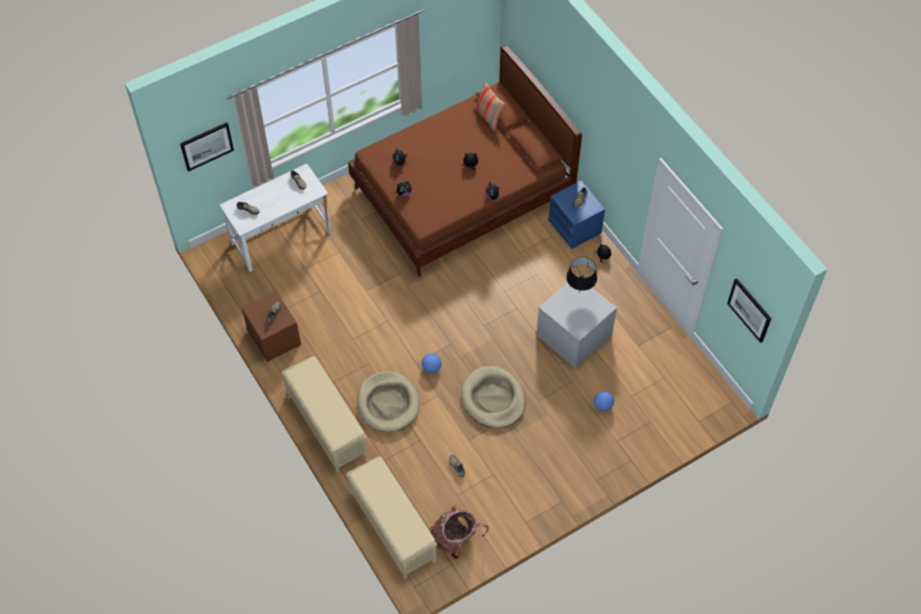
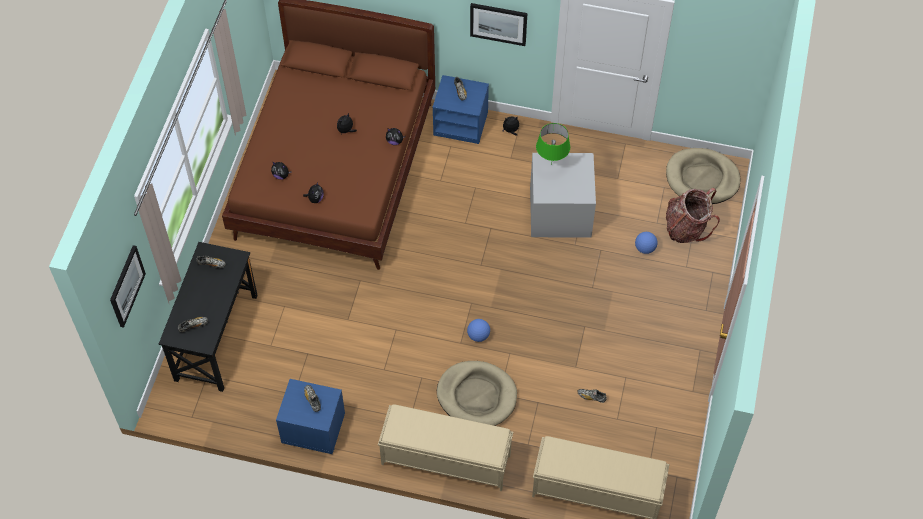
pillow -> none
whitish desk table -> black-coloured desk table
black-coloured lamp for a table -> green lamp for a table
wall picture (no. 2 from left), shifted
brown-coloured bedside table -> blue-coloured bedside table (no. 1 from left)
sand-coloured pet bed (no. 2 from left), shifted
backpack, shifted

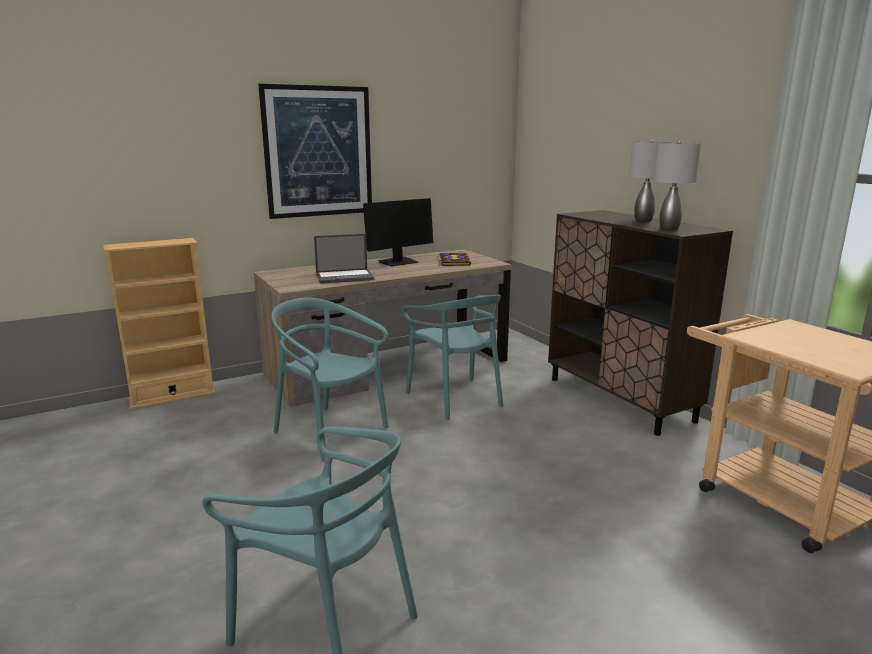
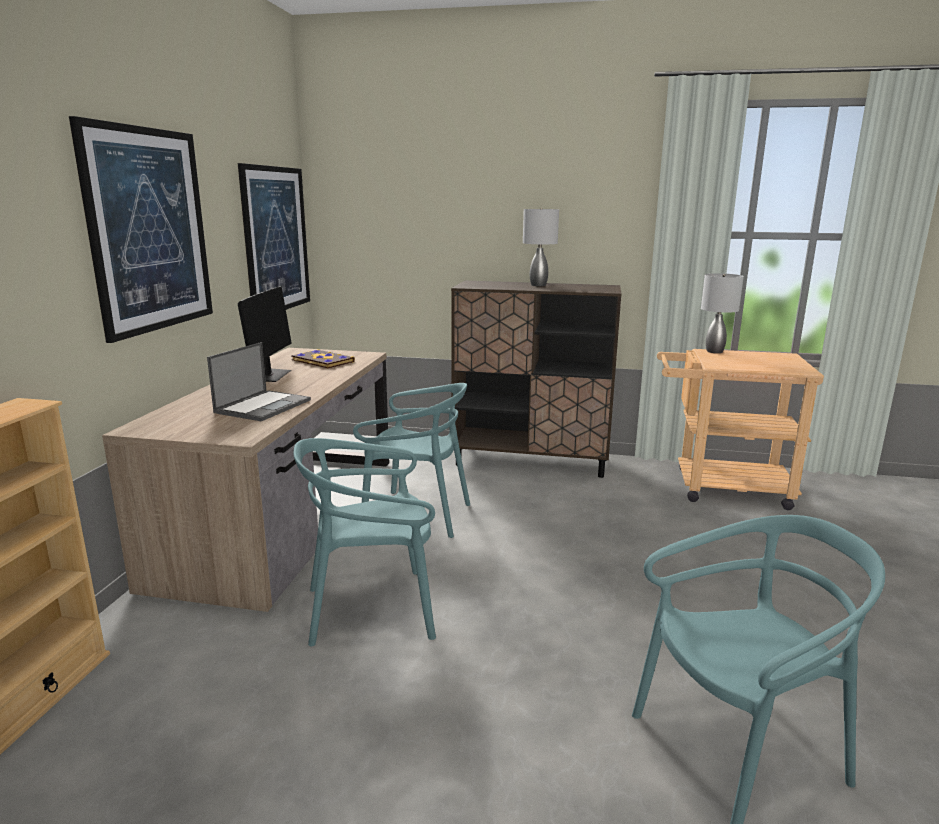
gray lamp for a table (no. 2 from left), shifted
none -> wall picture (no. 2 from left)

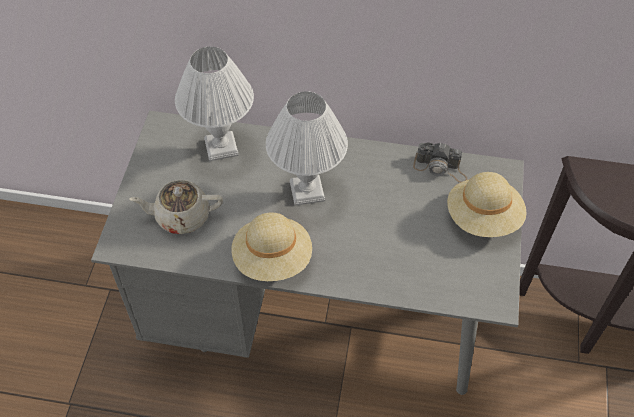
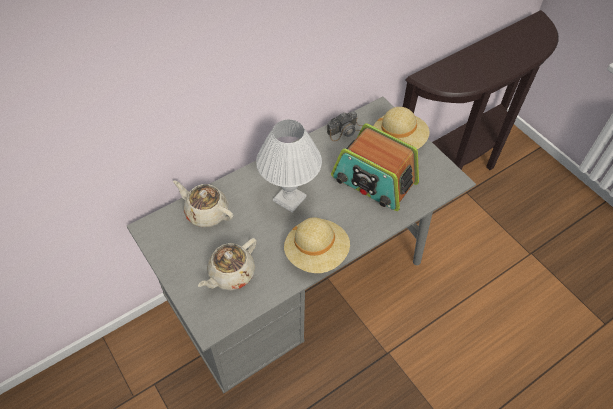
whitish lamp for a table (no. 1 from left) -> sand-coloured tea pot (no. 1 from left)
none -> radio set

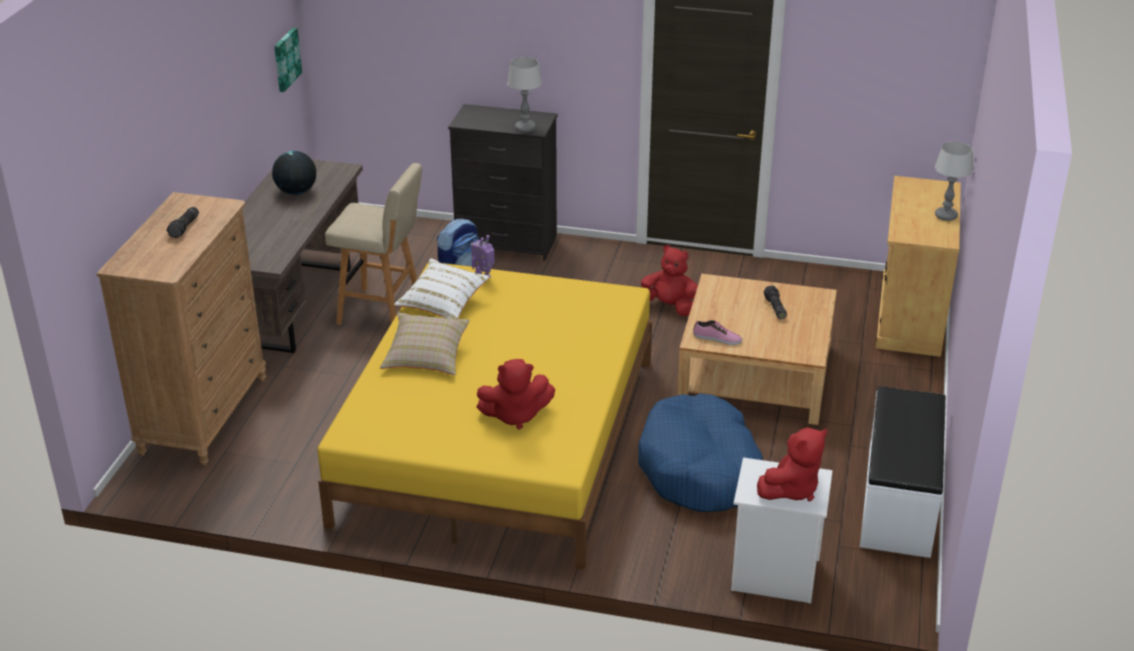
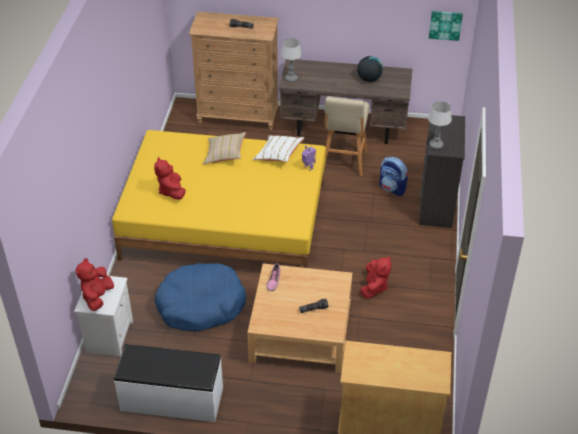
lamp for a table (no. 2 from left in the first image) -> lamp for a table (no. 1 from left), shifted
red-coloured cuddly toy (no. 3 from left in the first image) -> red-coloured cuddly toy (no. 1 from left), 60 degrees clockwise

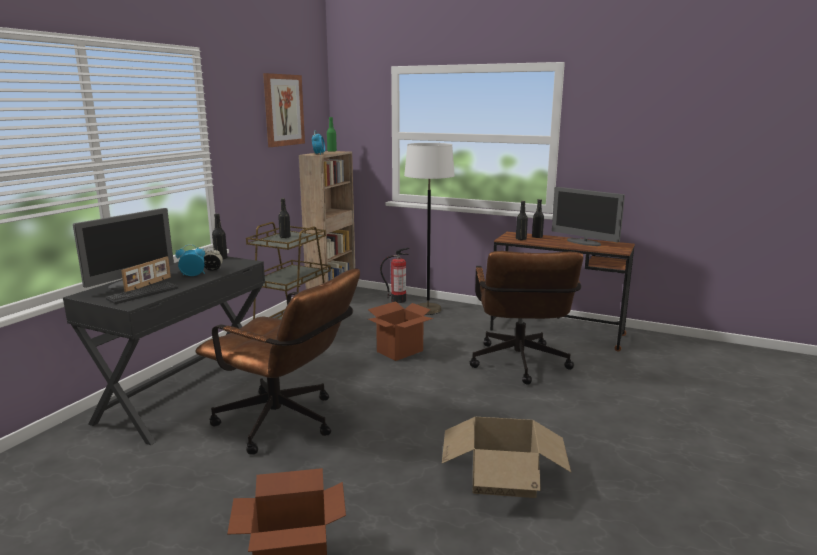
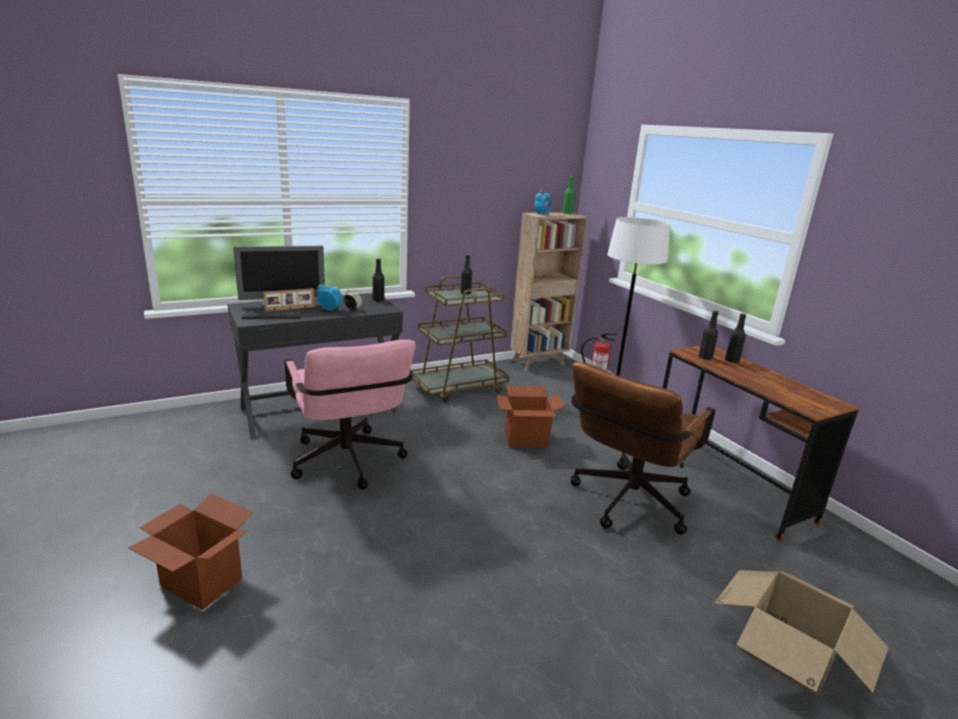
wall picture -> none
computer display (no. 2 from left) -> none
brown-coloured office chair (no. 1 from left) -> pink office chair
packing box (no. 3 from left), shifted

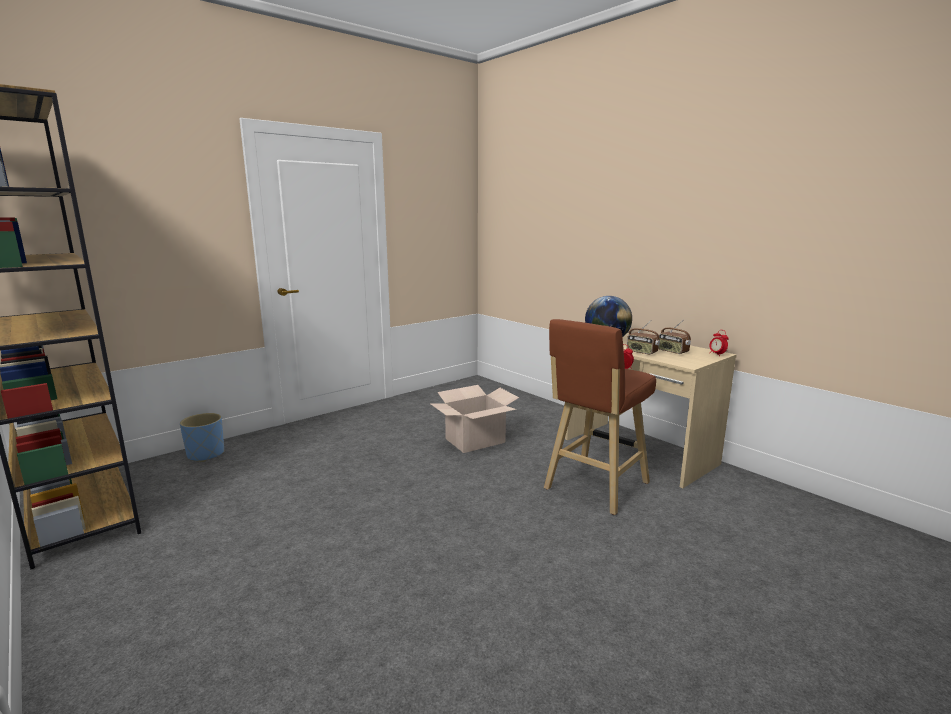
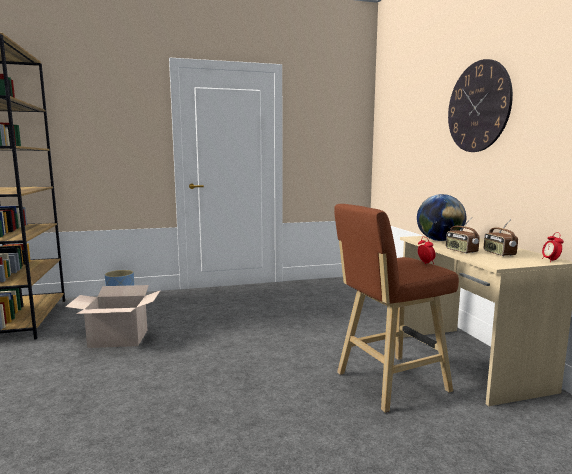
packing box, shifted
none -> hanging clock

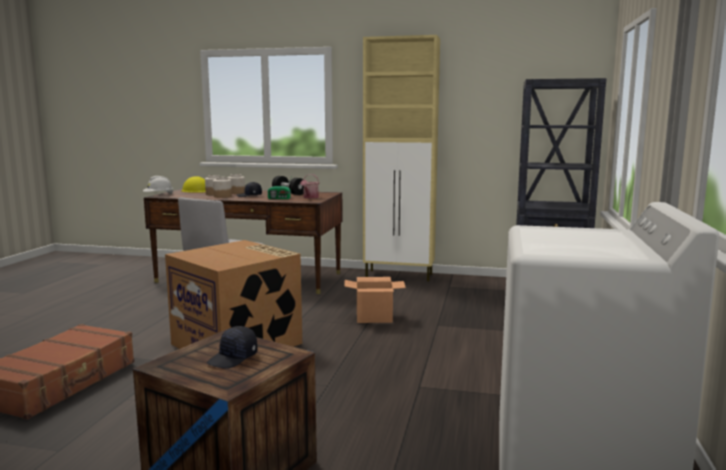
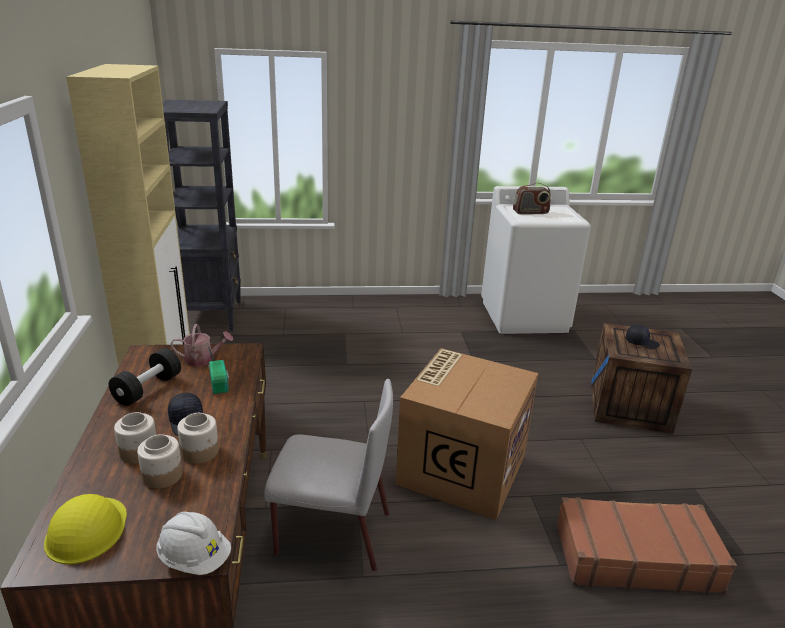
packing box (no. 2 from left) -> none
none -> radio set (no. 2 from left)

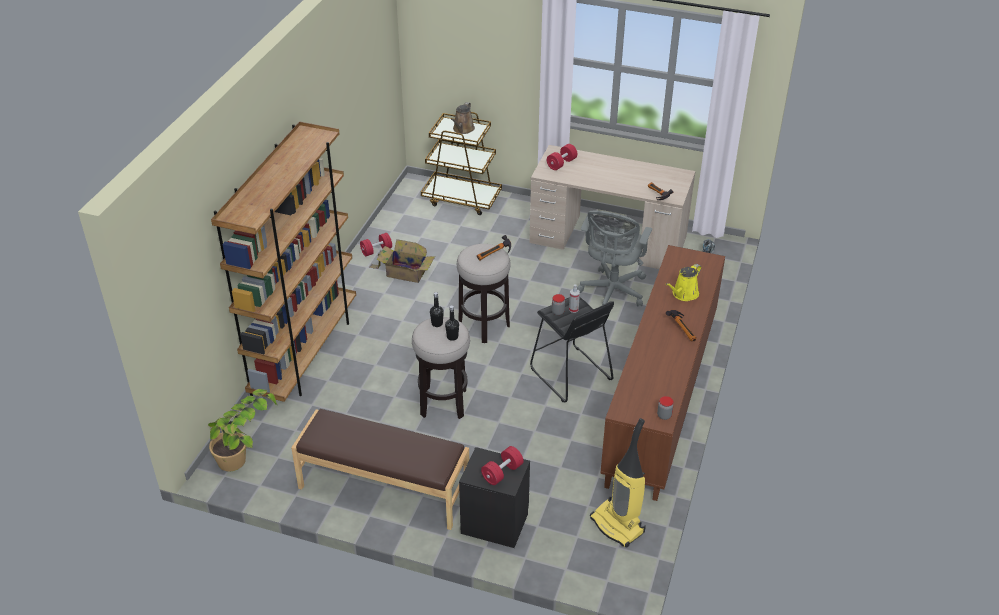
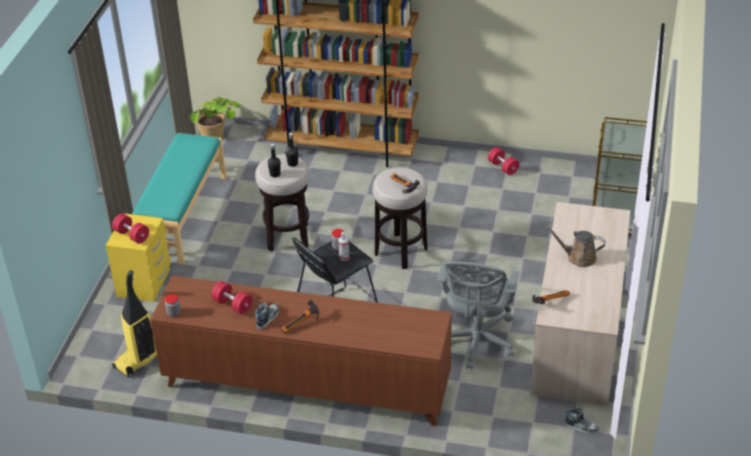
brown-coloured watering can, shifted
red-coloured hand weight (no. 3 from left in the first image) -> red-coloured hand weight (no. 2 from left), shifted
gray office chair, 90 degrees counterclockwise
packing box -> none
yellow-coloured watering can -> none
brown-coloured indoor bench -> blue-green indoor bench
black-coloured bedside table -> yellow-coloured bedside table
none -> low shoe (no. 1 from left)

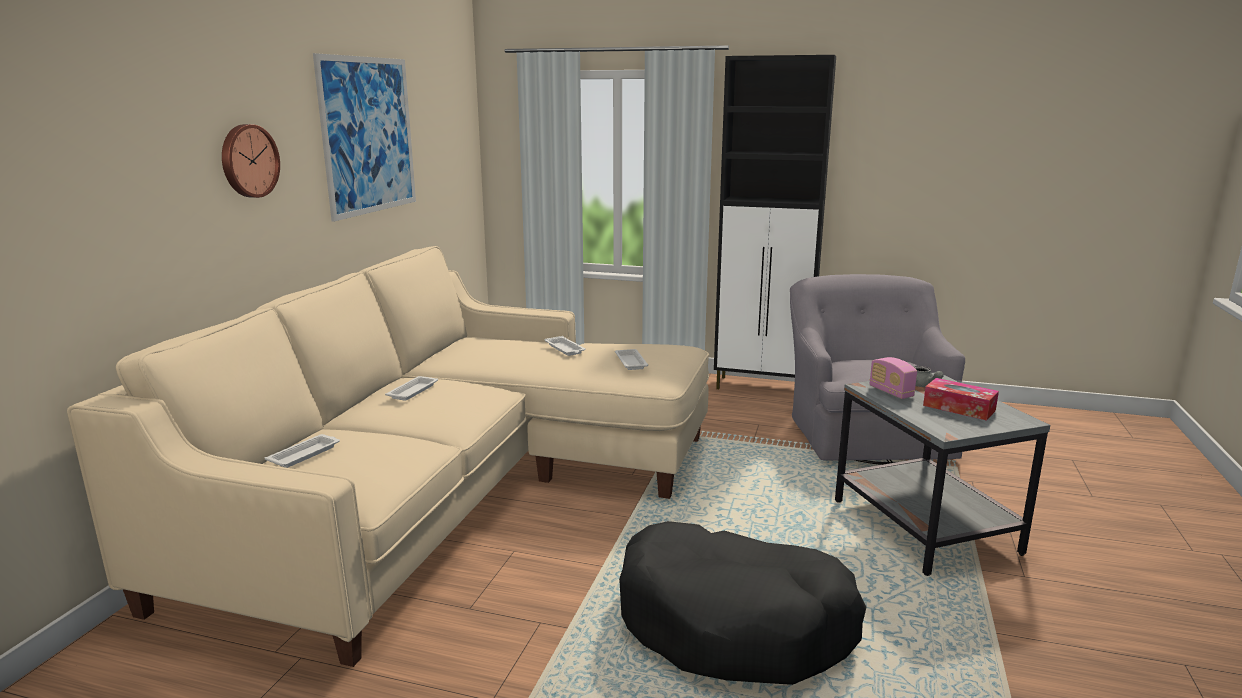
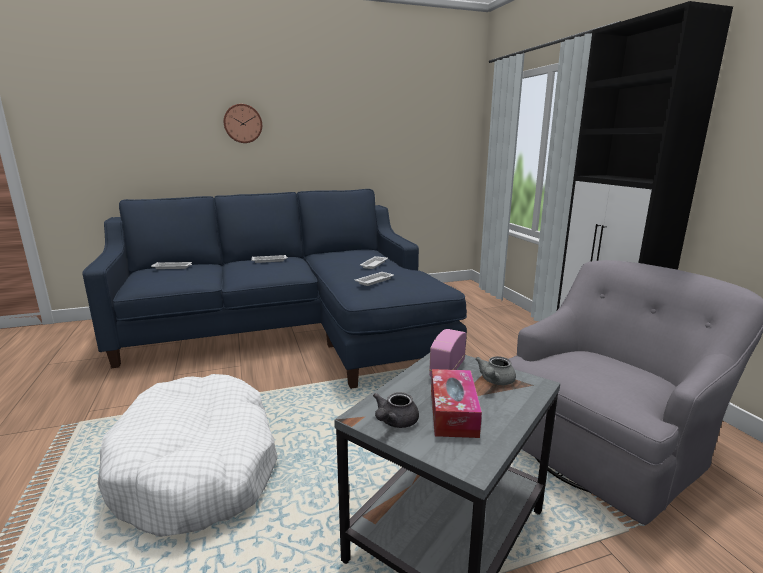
wall picture -> none
sand-coloured sofa -> blue-coloured sofa
black-coloured pet bed -> whitish pet bed
none -> gray tea pot (no. 1 from left)

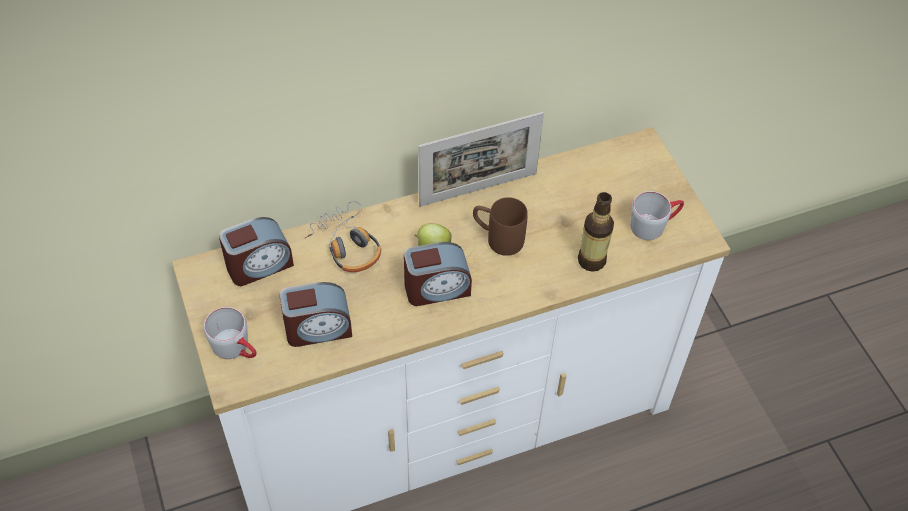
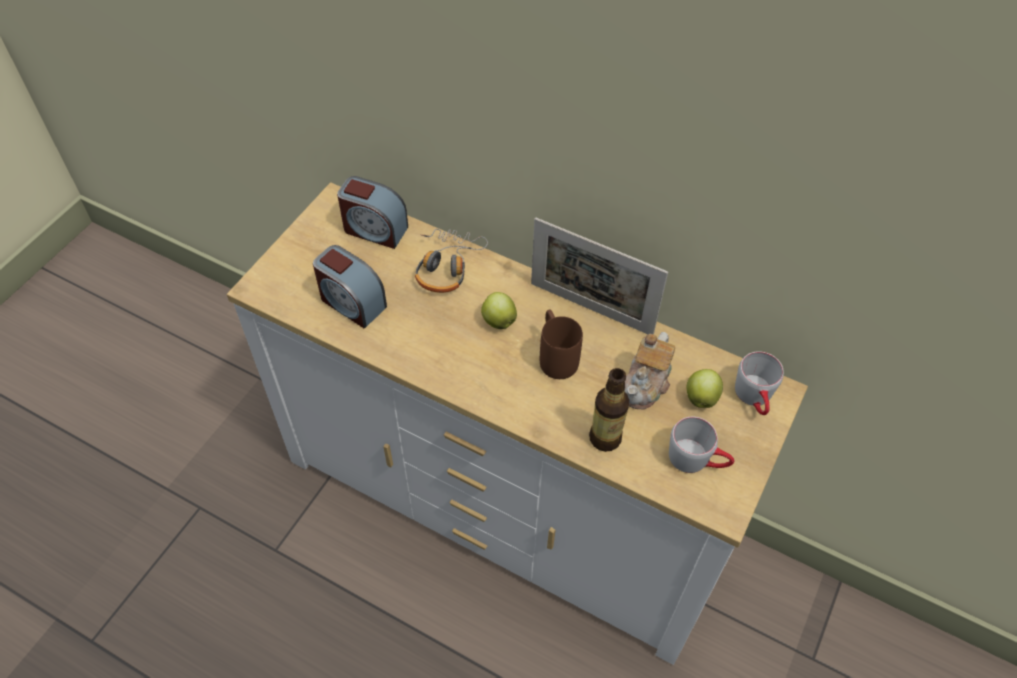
alarm clock (no. 3 from left) -> none
gray tea mug (no. 1 from left in the first image) -> gray tea mug (no. 2 from left), shifted
none -> tea pot
none -> whole apple (no. 2 from left)

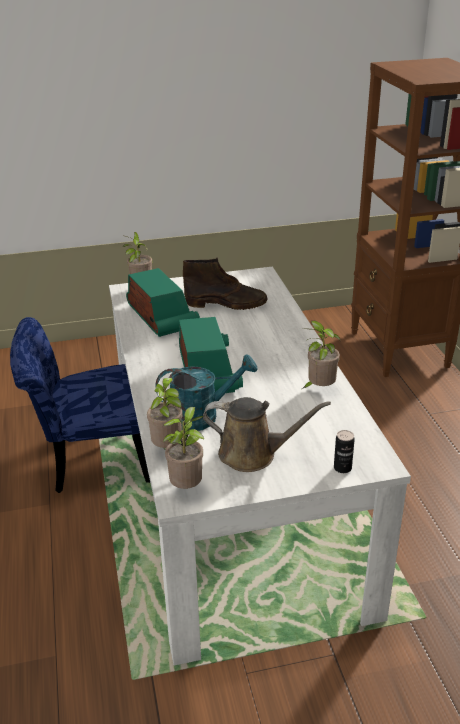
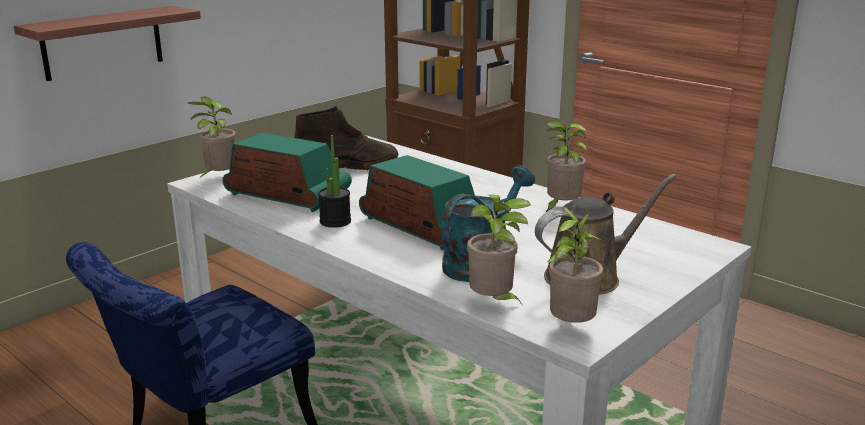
metal can -> none
none -> wall shelf
none -> plant in a pot (no. 2 from left)

